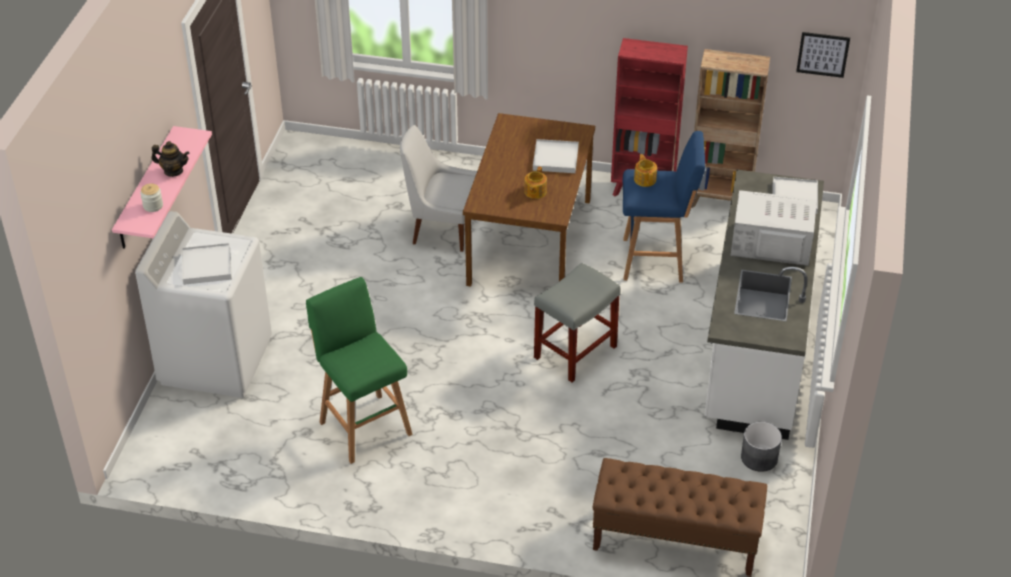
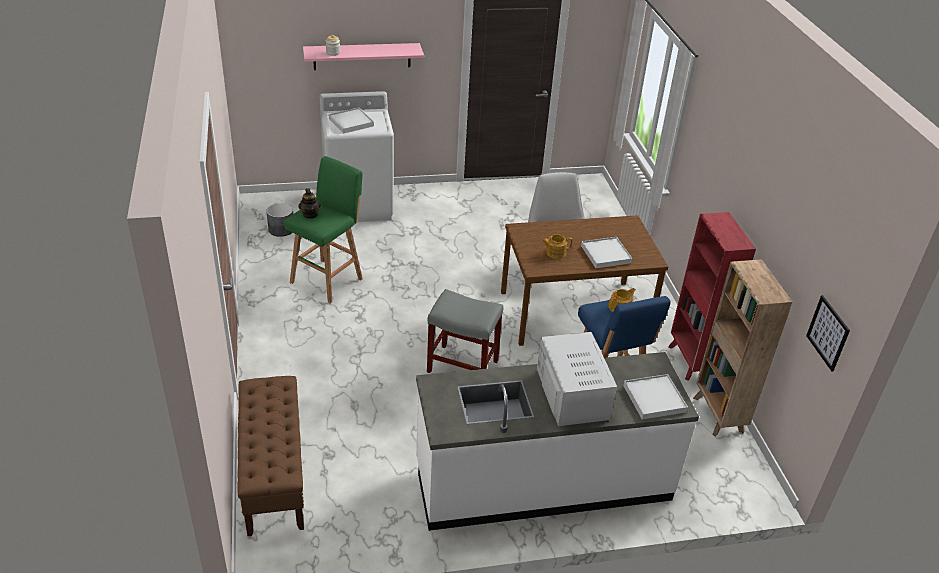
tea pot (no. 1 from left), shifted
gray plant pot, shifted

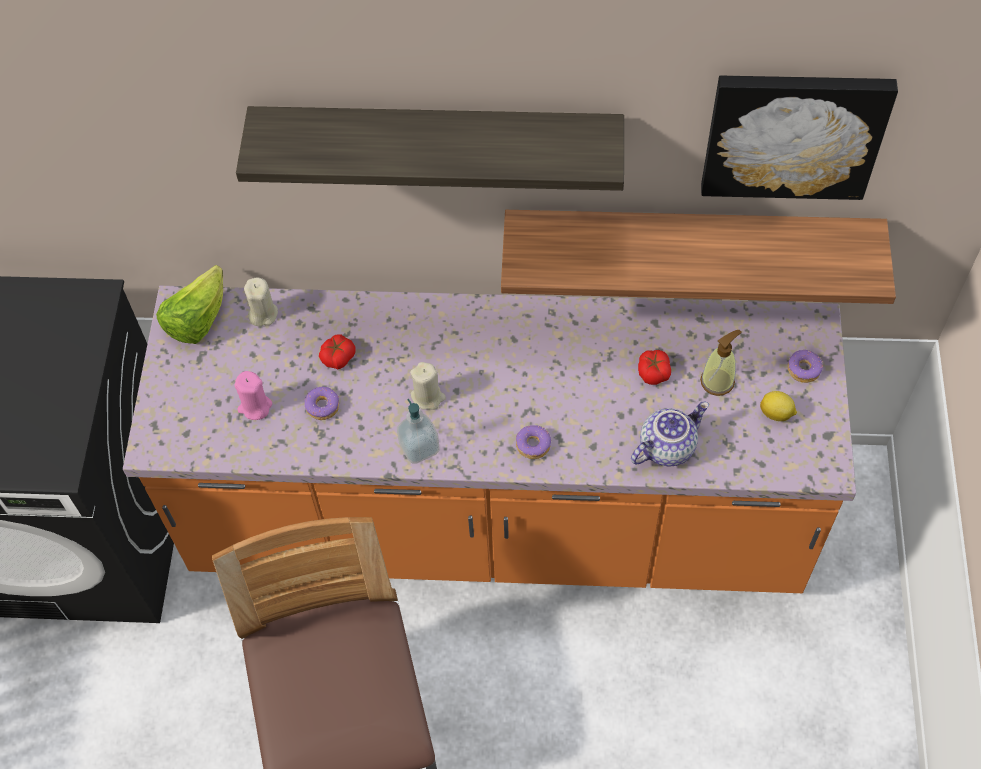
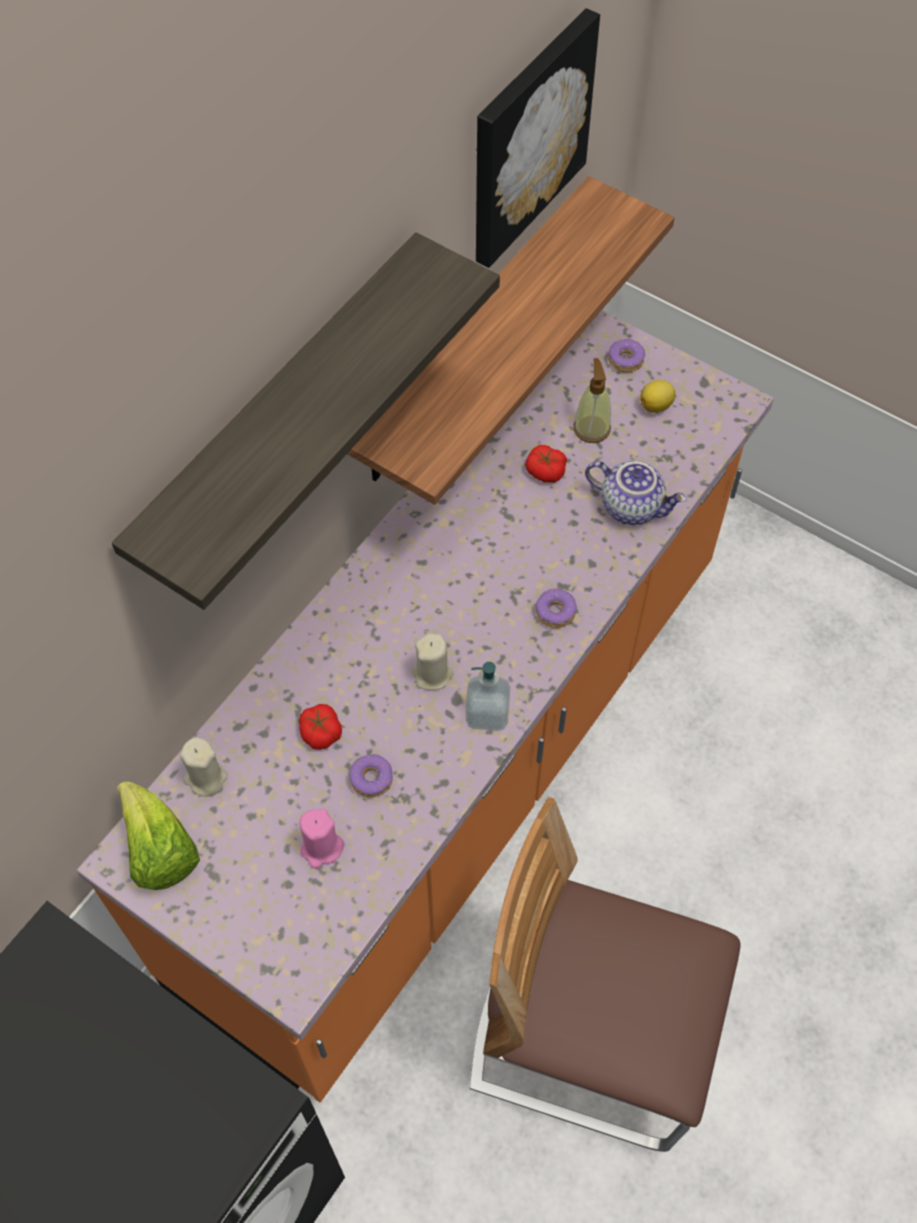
tea pot, 120 degrees clockwise

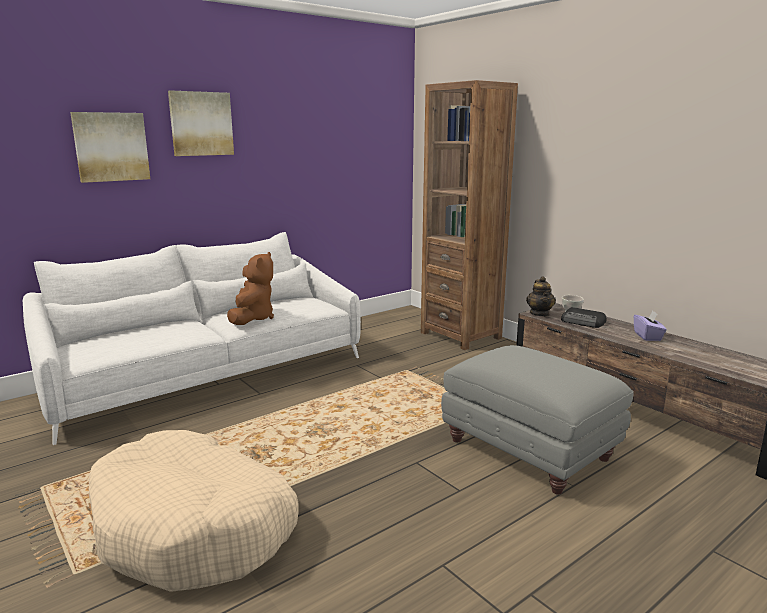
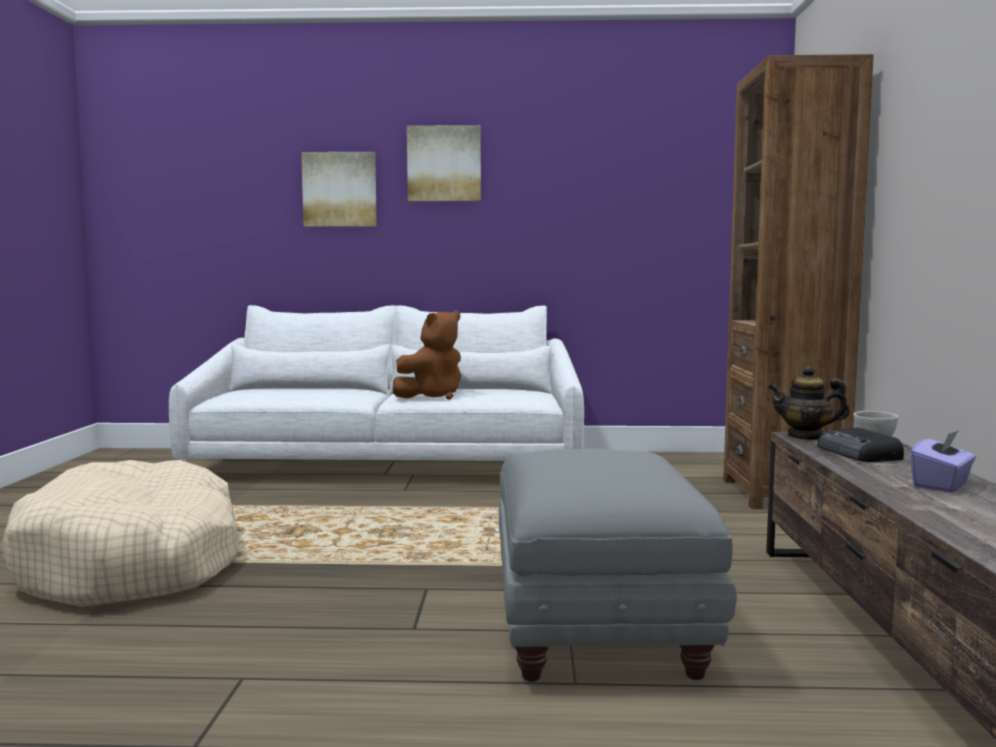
tea pot, 60 degrees clockwise

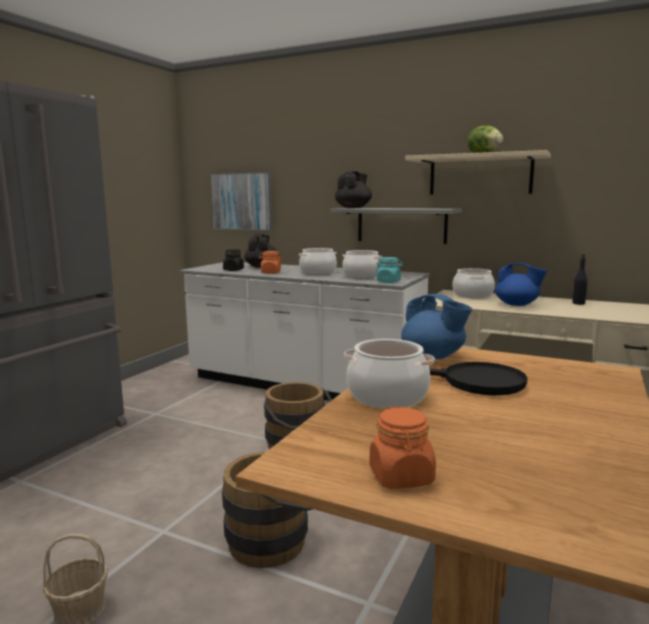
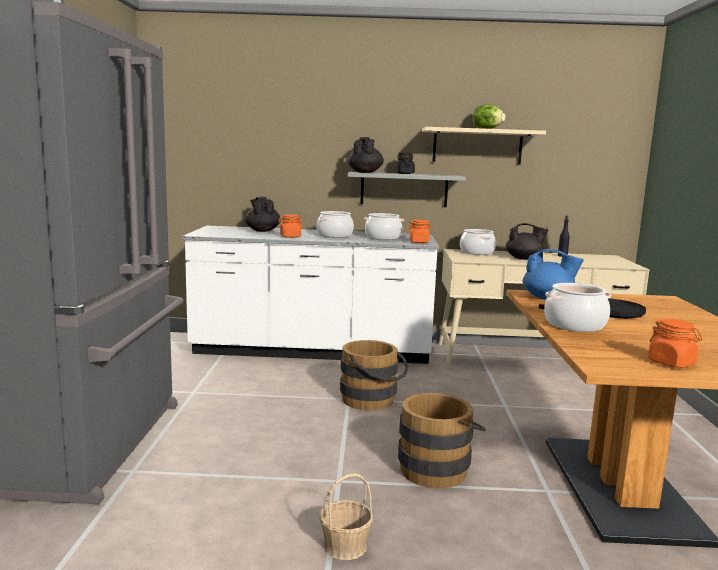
wall picture -> none
black-coloured storage jar, shifted
blue-green storage jar -> orange-coloured storage jar (no. 2 from left)
blue-coloured tea pot (no. 2 from left) -> black-coloured tea pot (no. 3 from left)

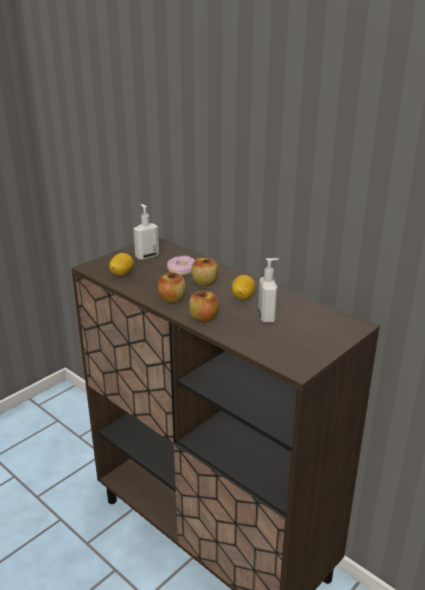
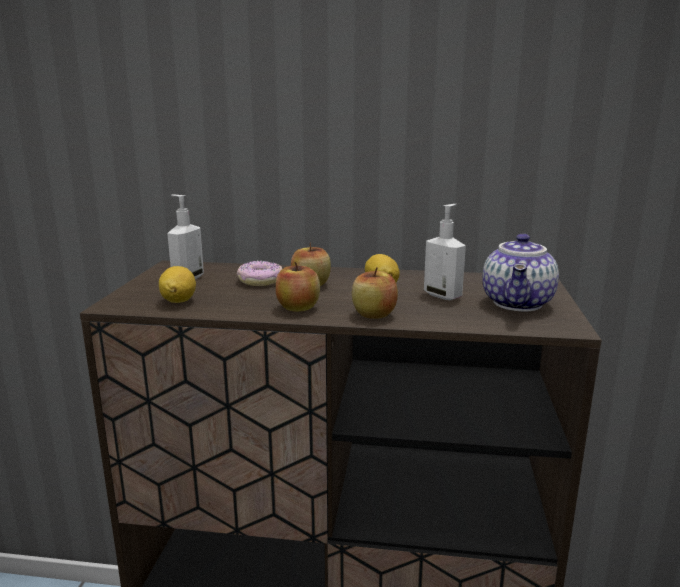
none -> tea pot

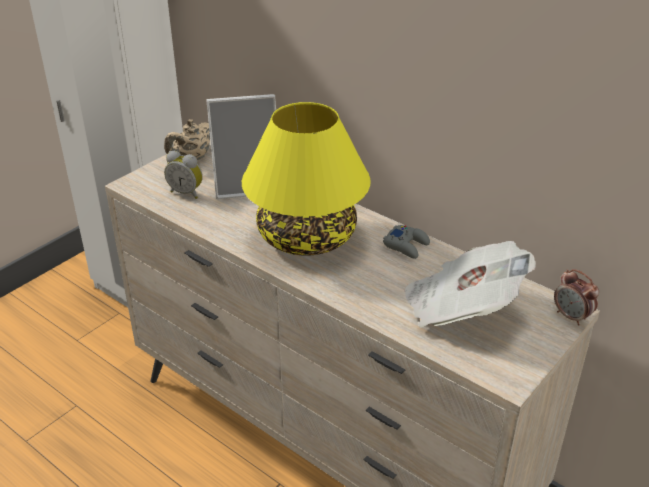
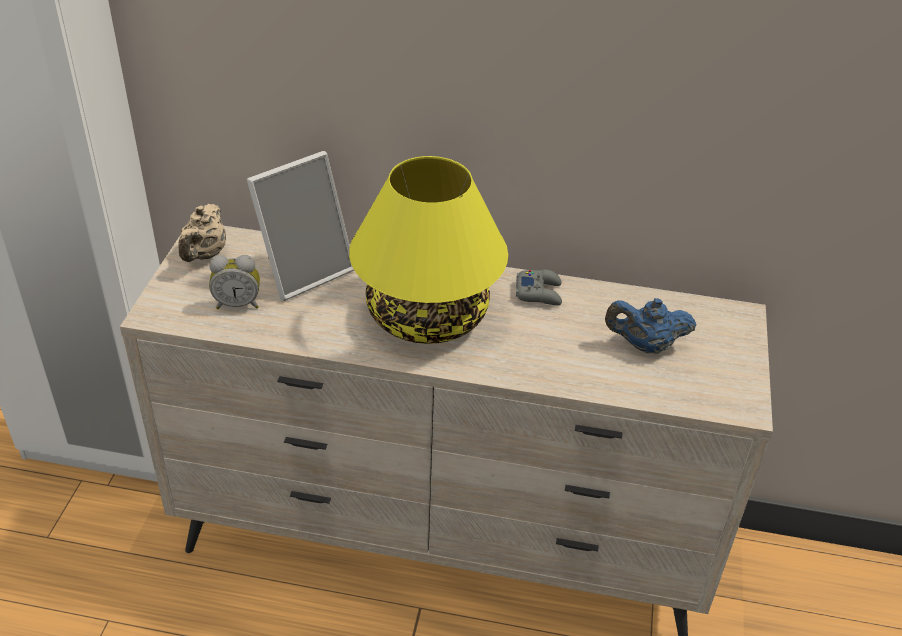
printed paper -> blue-coloured tea pot
alarm clock (no. 2 from left) -> none

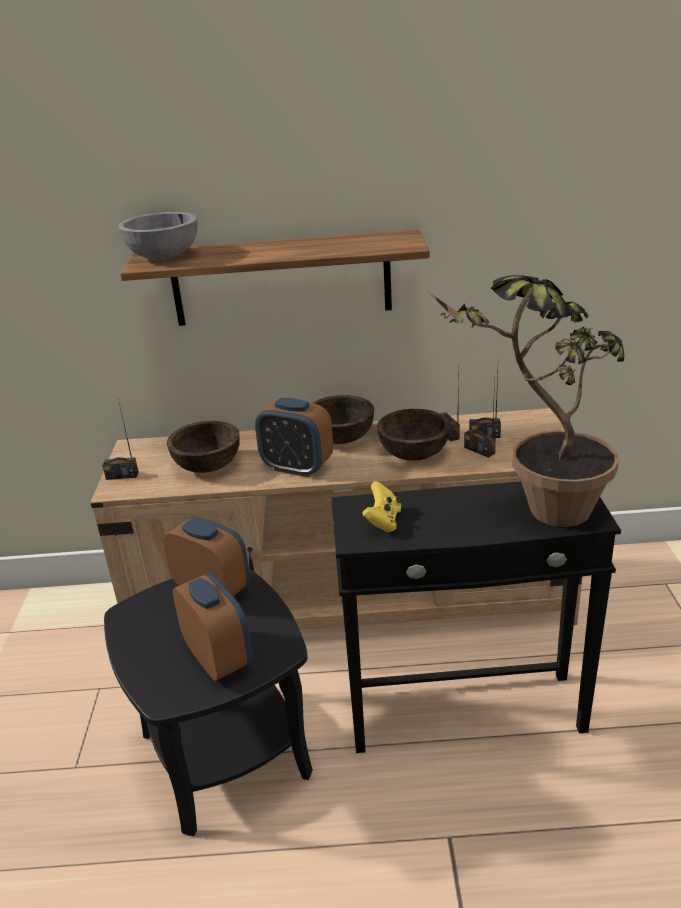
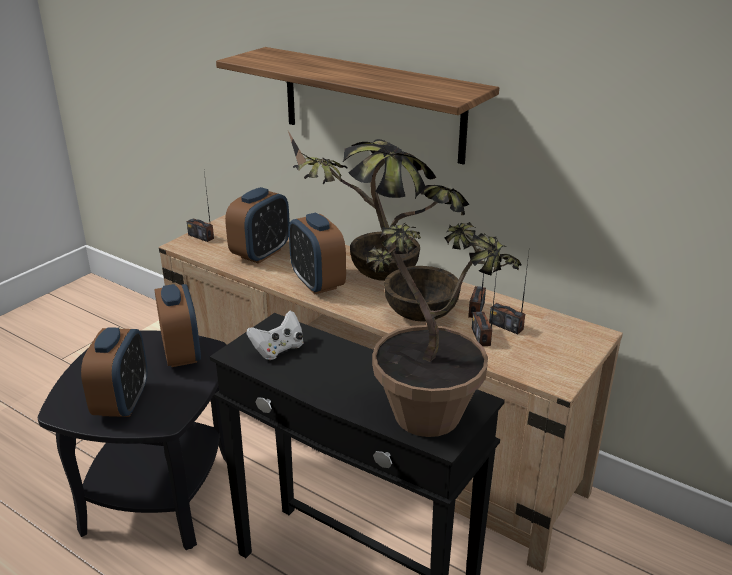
gray serving bowl -> none
brown-coloured serving bowl (no. 1 from left) -> alarm clock (no. 3 from left)
yellow-coloured joypad -> whitish joypad

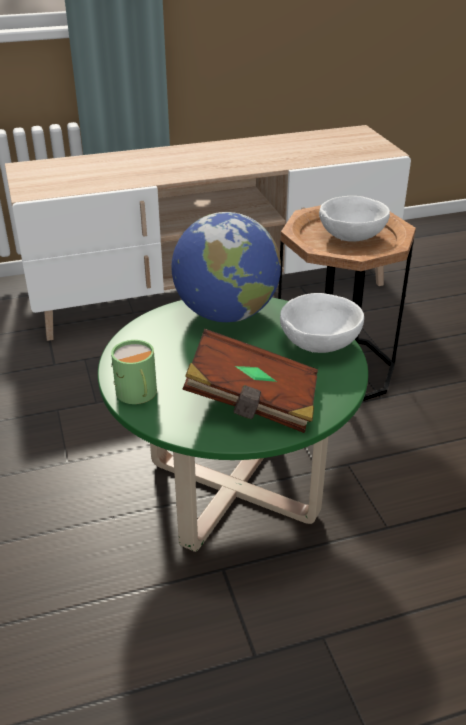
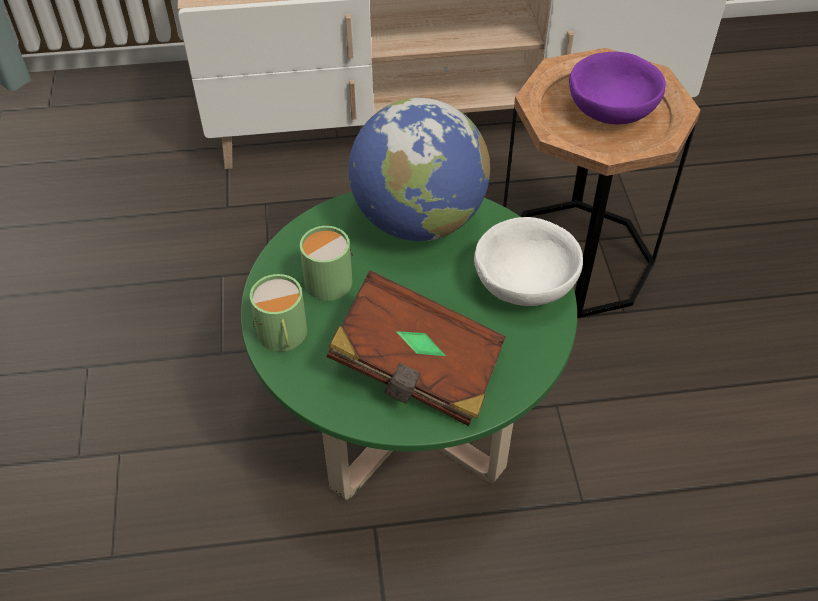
whitish serving bowl (no. 2 from left) -> purplish serving bowl
none -> green tea mug (no. 2 from left)

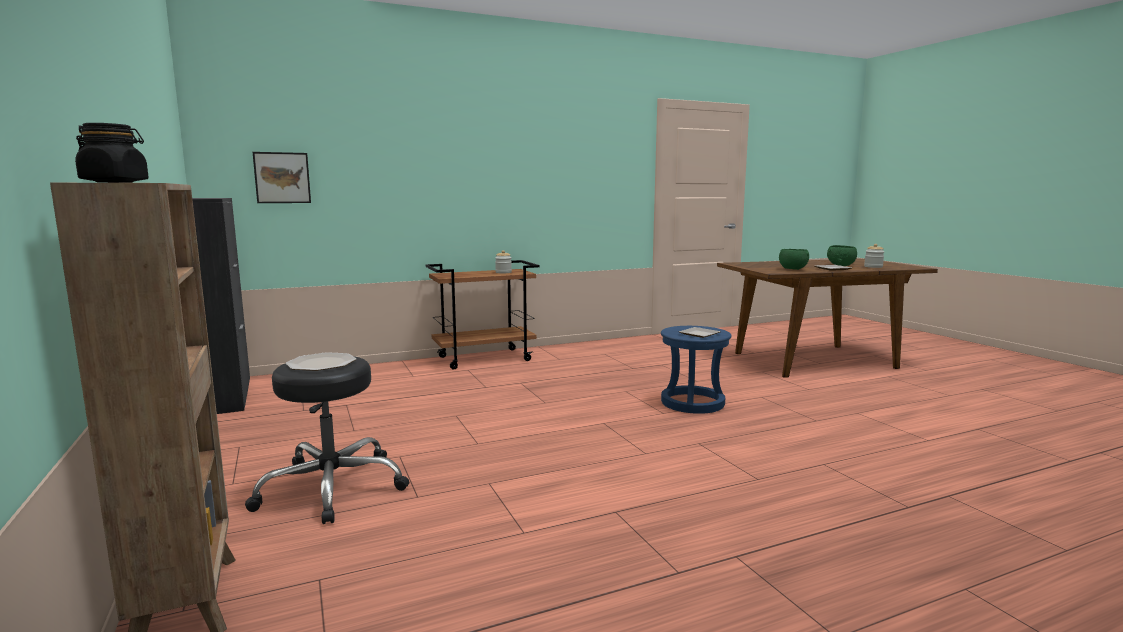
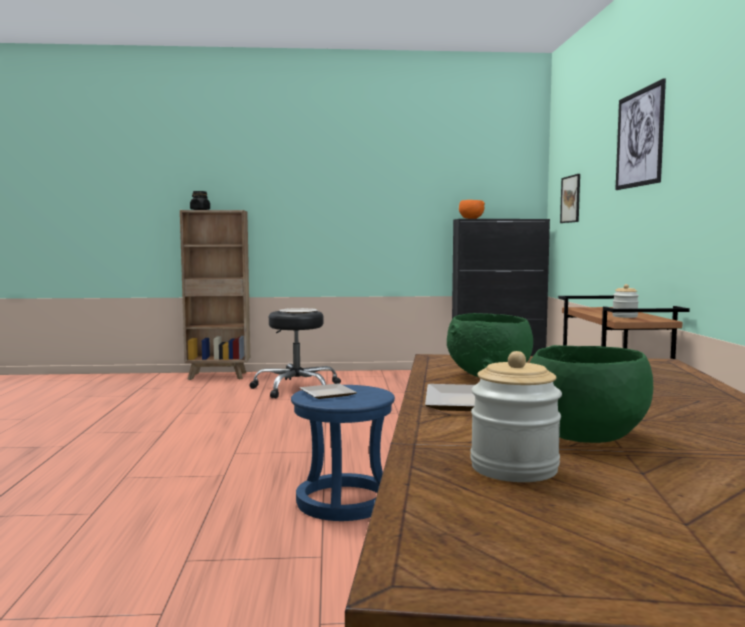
none -> wall picture (no. 2 from left)
none -> orange-coloured serving bowl

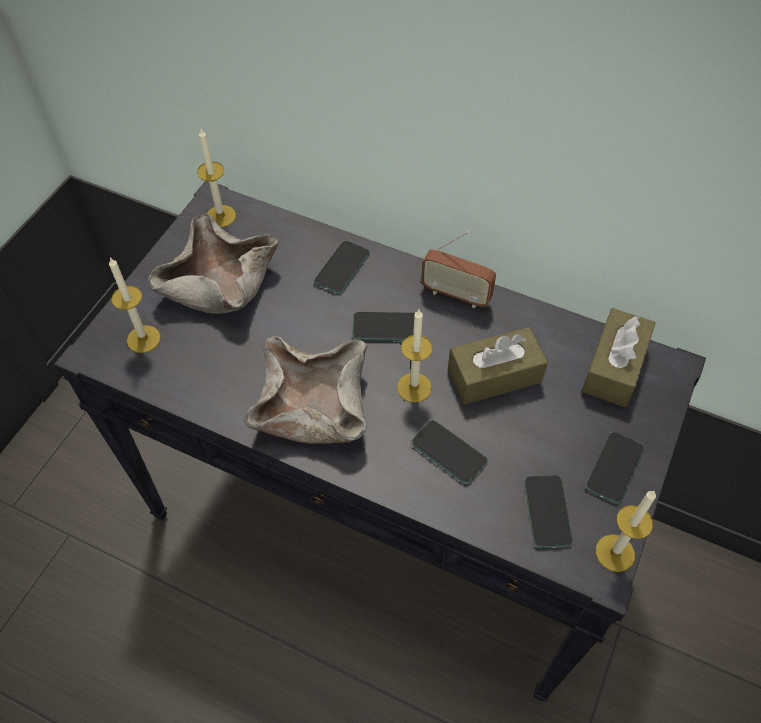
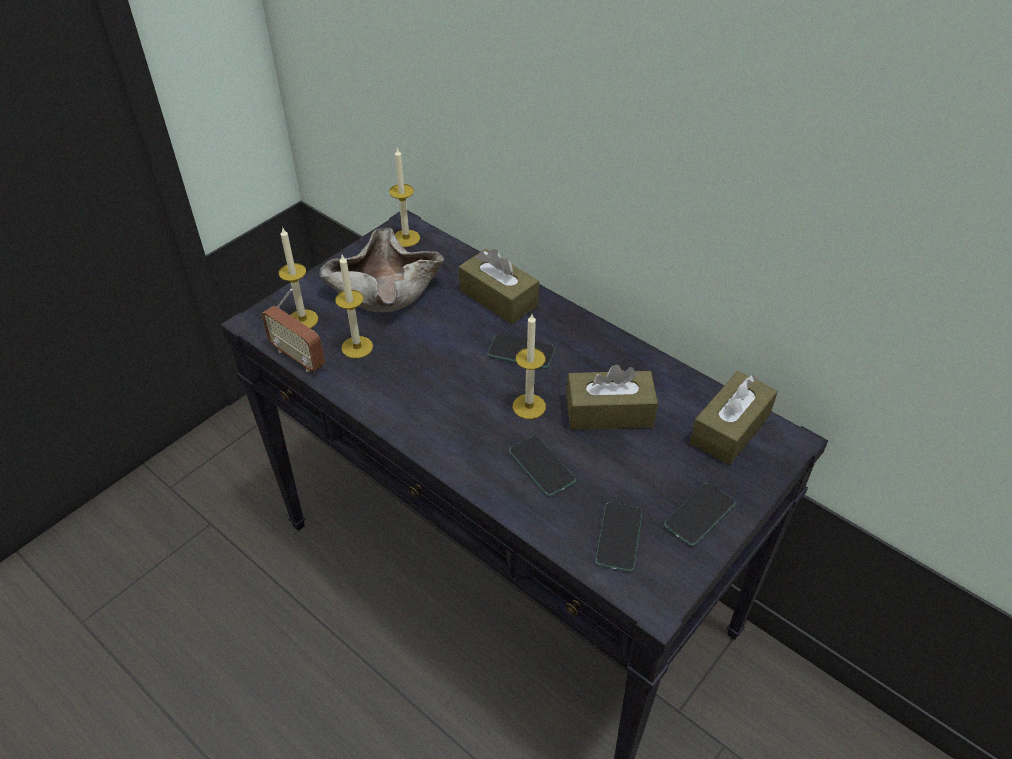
radio set, shifted
handset (no. 1 from left) -> brown-coloured tissue holder (no. 1 from left)
sand-coloured serving bowl (no. 2 from left) -> none
wax candle (no. 4 from left in the first image) -> wax candle (no. 2 from left), shifted

